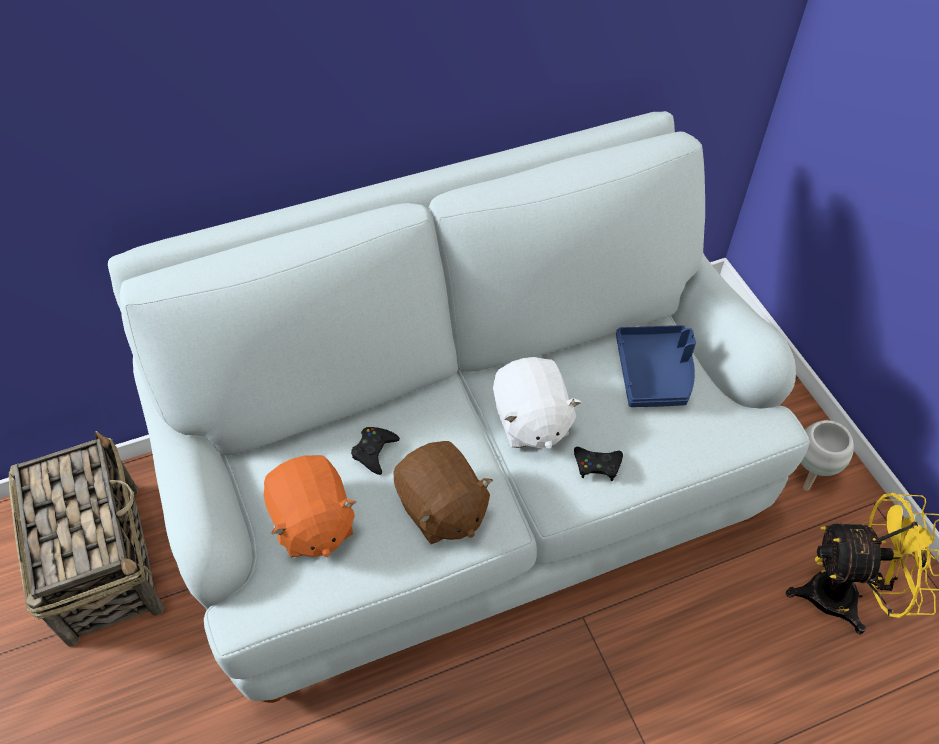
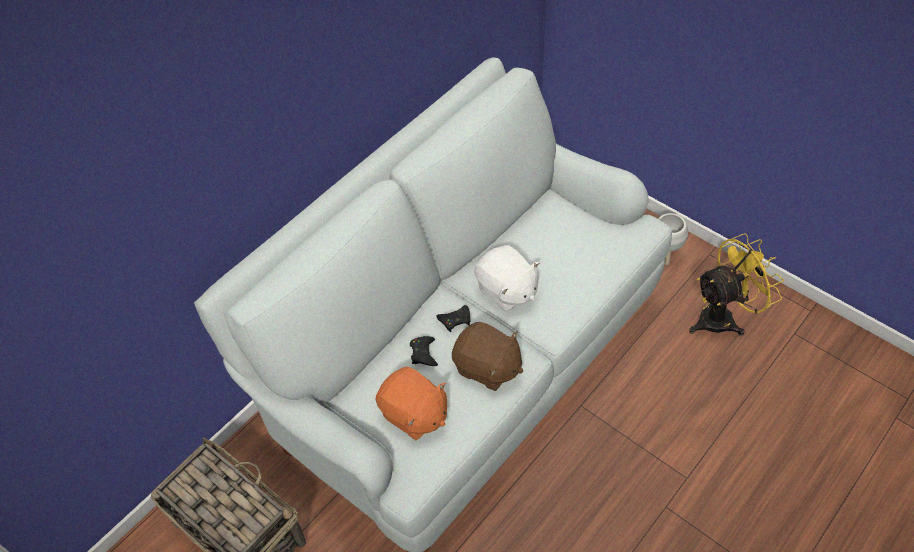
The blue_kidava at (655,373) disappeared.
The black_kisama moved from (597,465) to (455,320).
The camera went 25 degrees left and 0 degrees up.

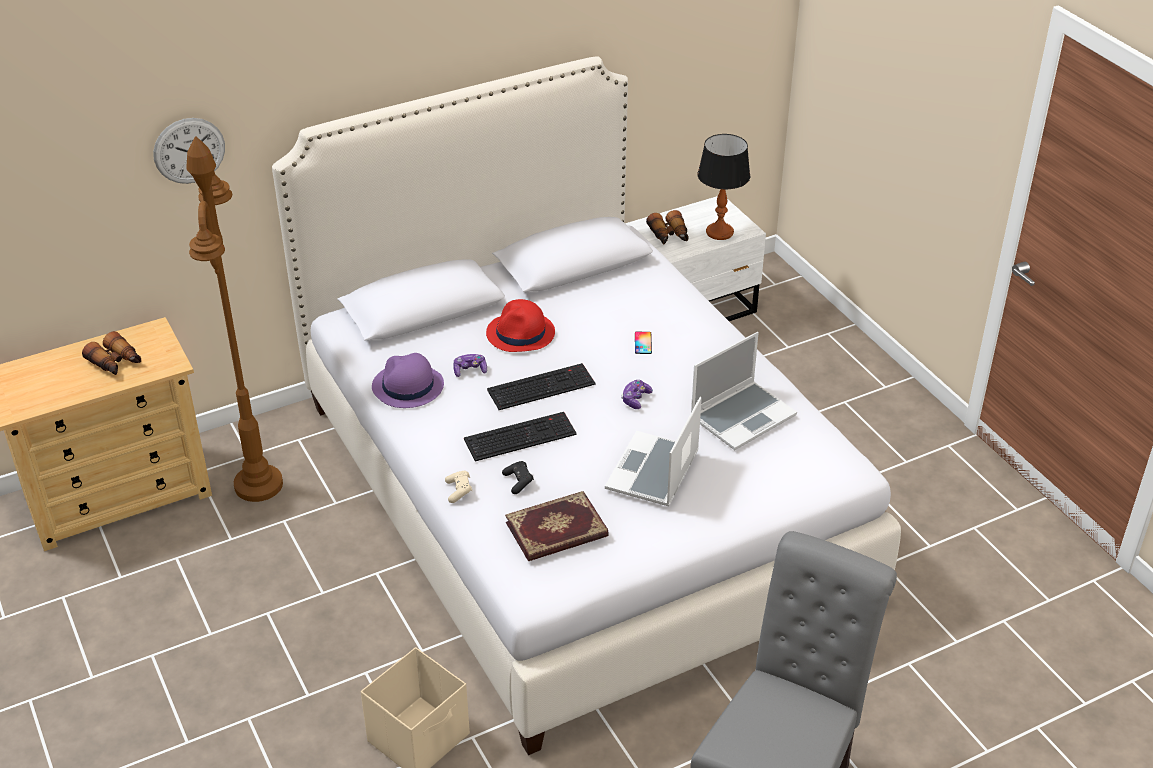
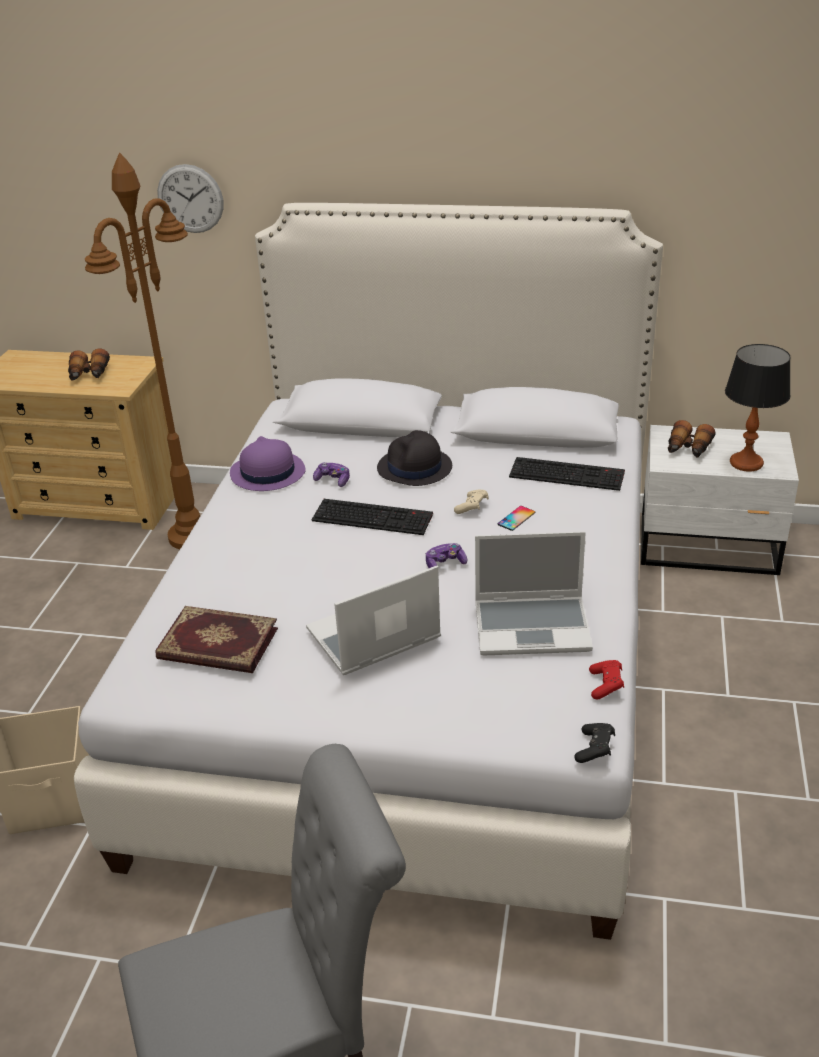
The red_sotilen at (521,334) became the black_sotilen at (414,468).
The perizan moved from (520,436) to (568,474).
The black_kisama moved from (518,482) to (595,749).
The beige_kisama moved from (459,491) to (472,508).
The red_kisama at (606,685) appeared.
The camera went 40 degrees right and 5 degrees down.

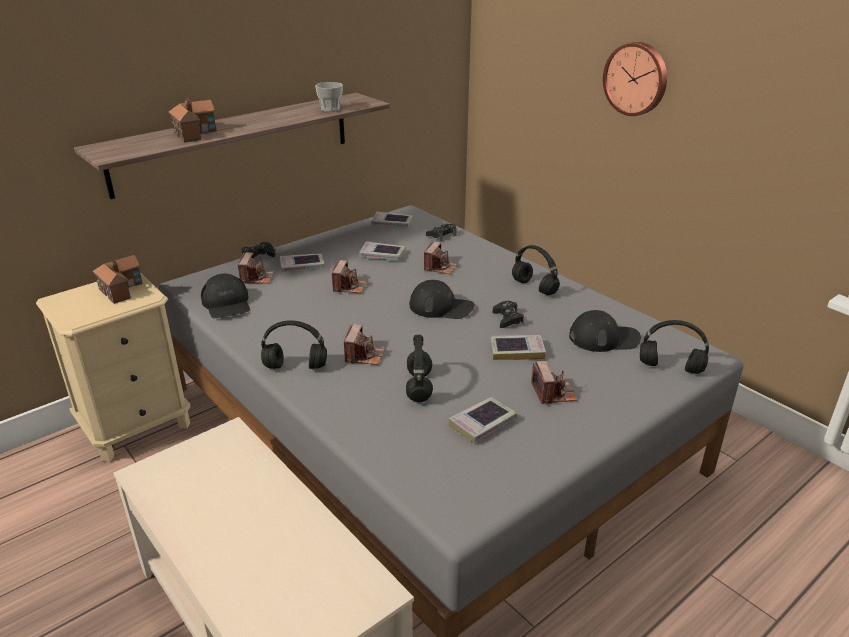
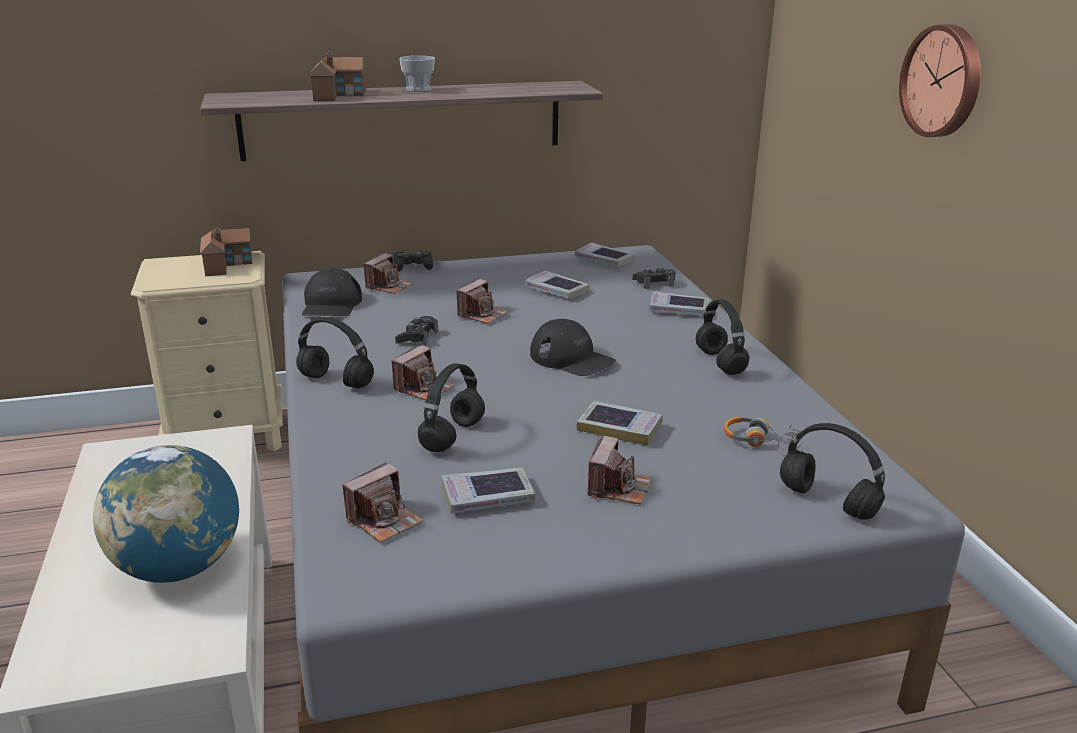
The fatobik moved from (330,109) to (418,90).
The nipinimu moved from (440,267) to (384,521).
The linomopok moved from (302,266) to (679,310).
The black_kisama moved from (507,319) to (417,337).
The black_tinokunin at (604,338) was replaced by the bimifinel at (761,442).
The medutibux at (179,567) appeared.
The camera went 25 degrees right and 5 degrees down.

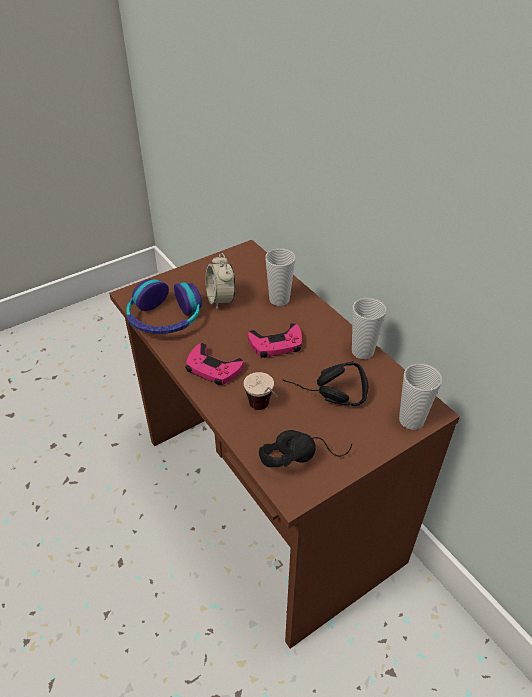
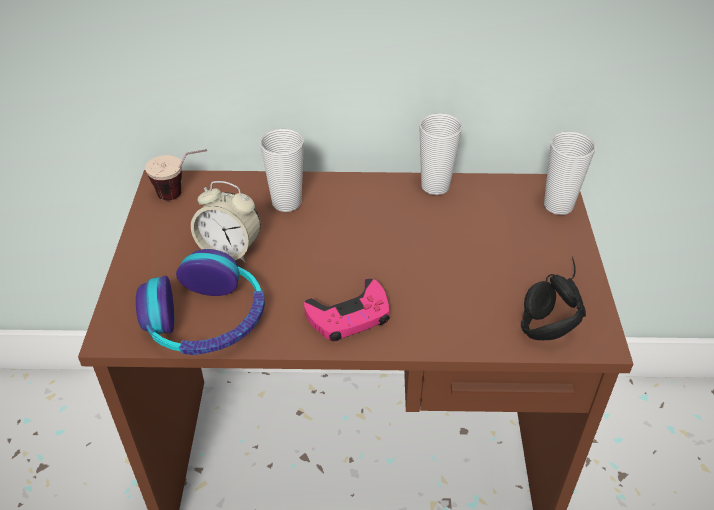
The pink_kisama at (276,344) disappeared.
The black_bimifinel at (325,397) disappeared.
The fatobik moved from (264,411) to (183,195).
The camera went 55 degrees left and 0 degrees up.

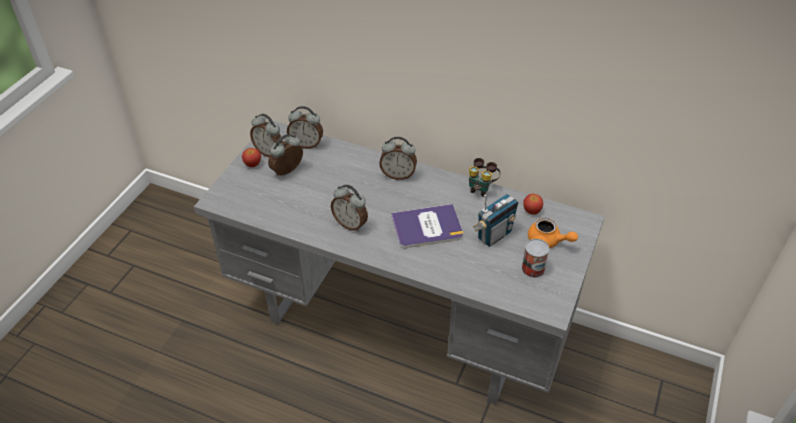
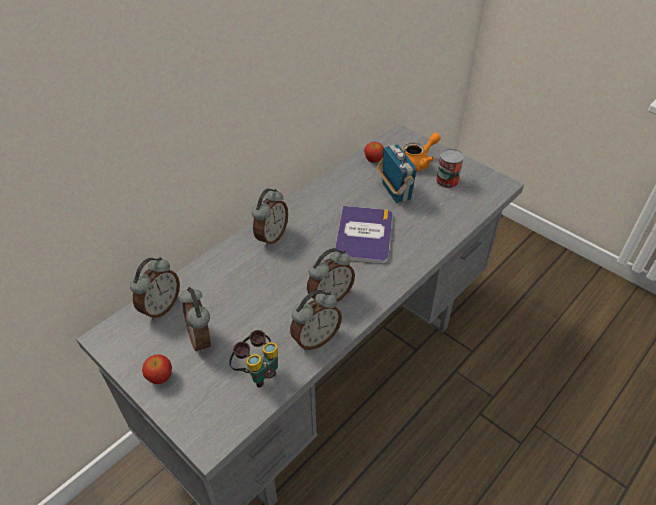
The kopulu moved from (269,152) to (315,339).
The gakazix moved from (481,188) to (257,371).
The camera went 70 degrees left and 0 degrees up.

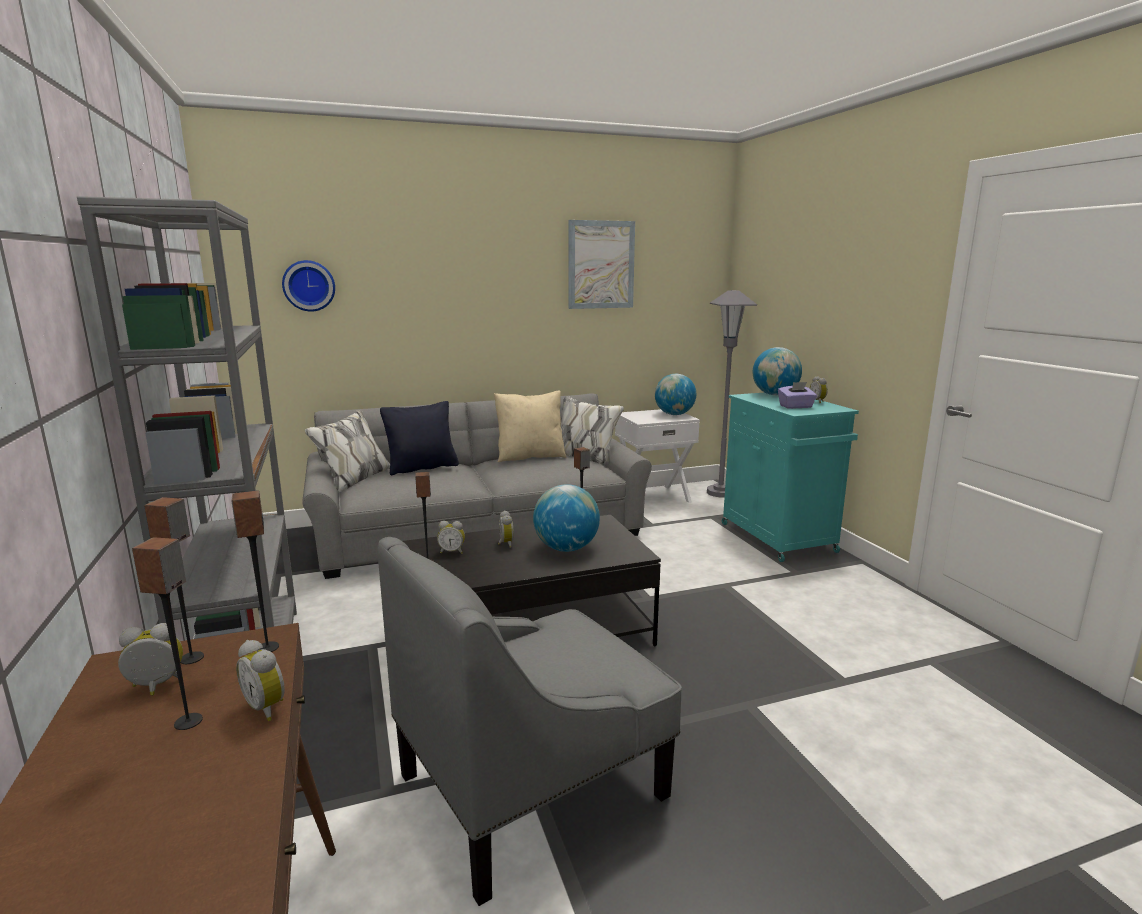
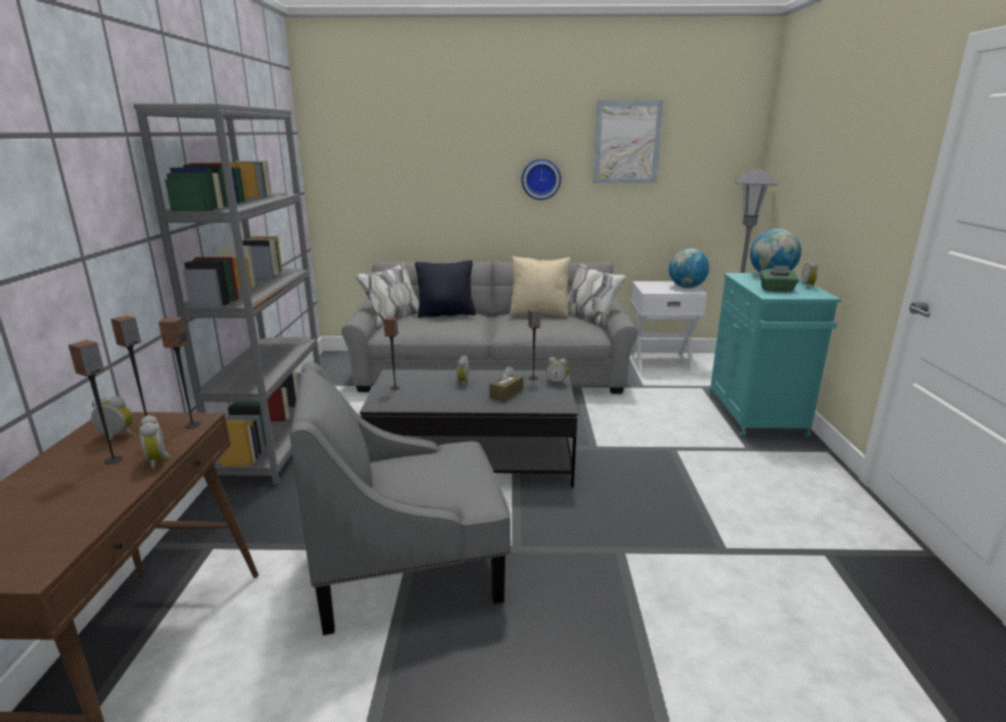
The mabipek moved from (309,286) to (541,179).
The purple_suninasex at (796,407) became the green_suninasex at (777,290).
The medutibux at (566,548) was replaced by the brown_suninasex at (506,393).
The kopulu moved from (452,551) to (557,382).
The camera went 20 degrees right and 5 degrees up.

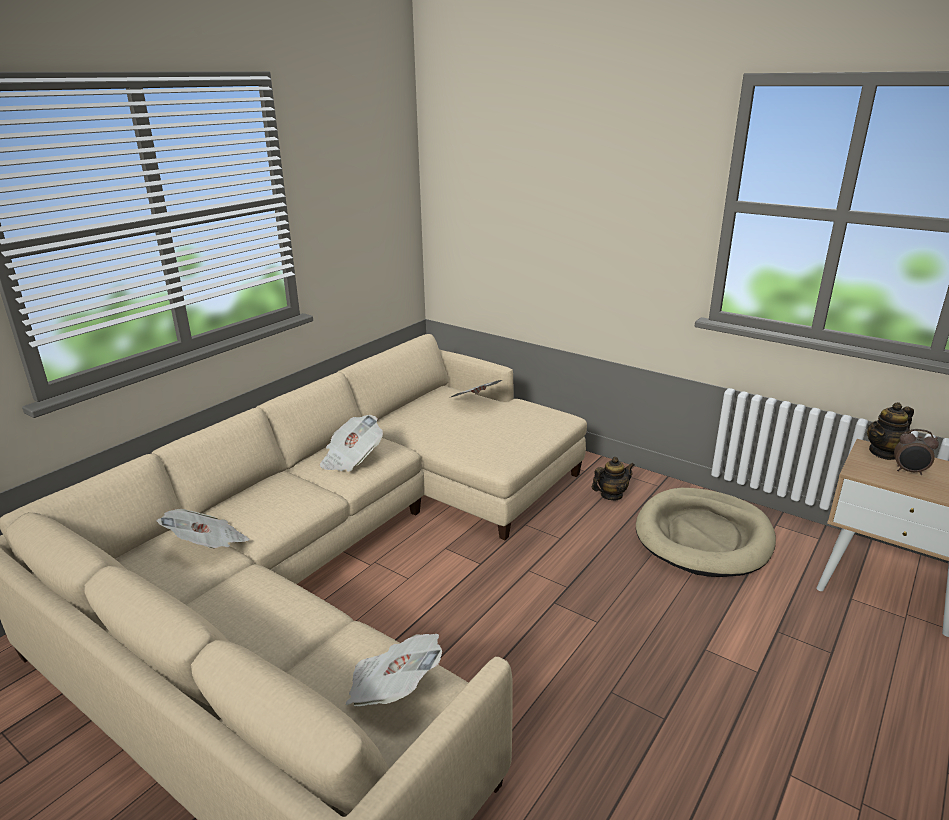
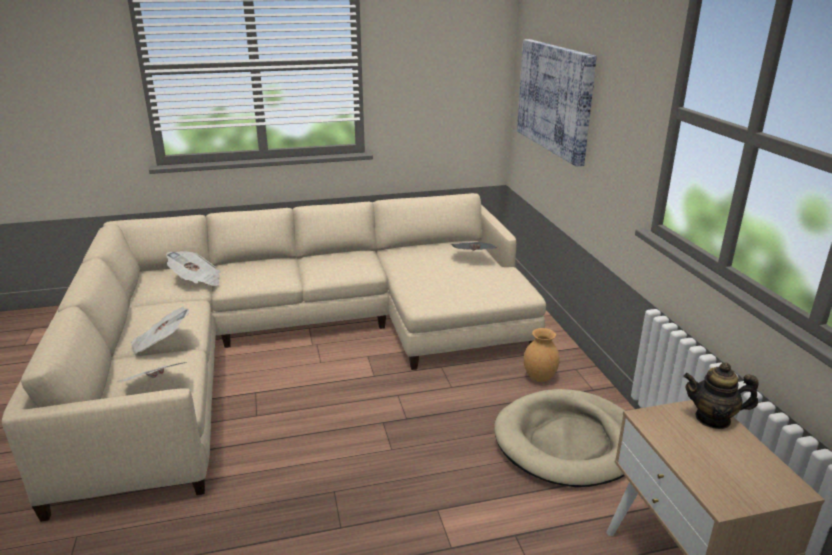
The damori moved from (351,459) to (161,344).
The kopulu at (909,471) disappeared.
The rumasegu at (611,495) was replaced by the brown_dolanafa at (539,378).
The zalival at (556,98) appeared.
The camera went 40 degrees right and 0 degrees up.

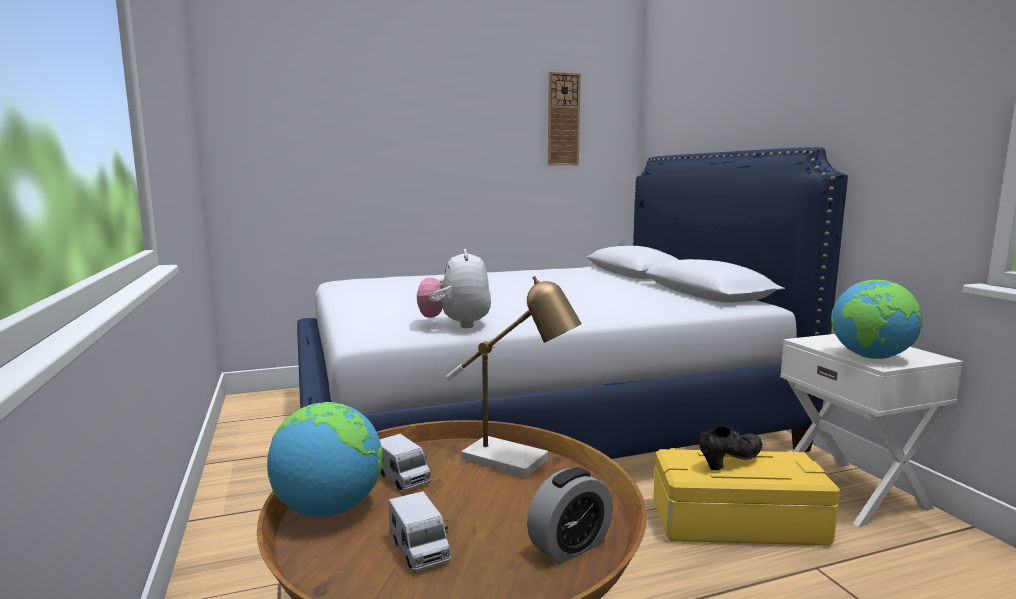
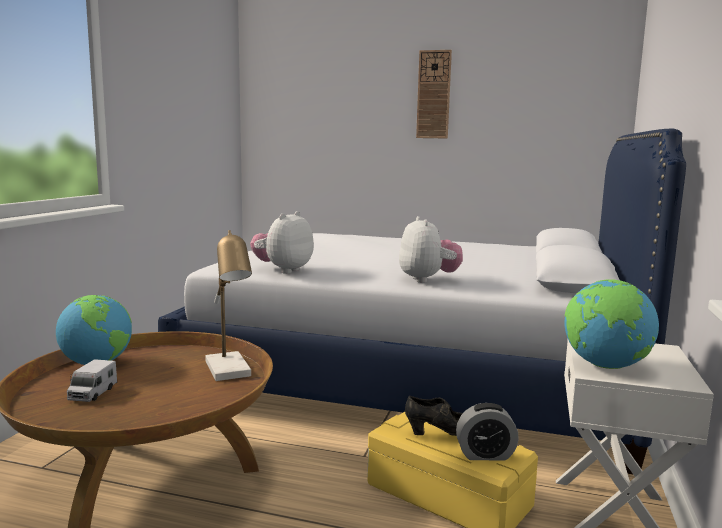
The mabipek moved from (563,119) to (433,94).
The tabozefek at (402,478) disappeared.
The kopulu moved from (570,546) to (485,455).
The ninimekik at (428,280) appeared.
The camera went 35 degrees right and 0 degrees up.

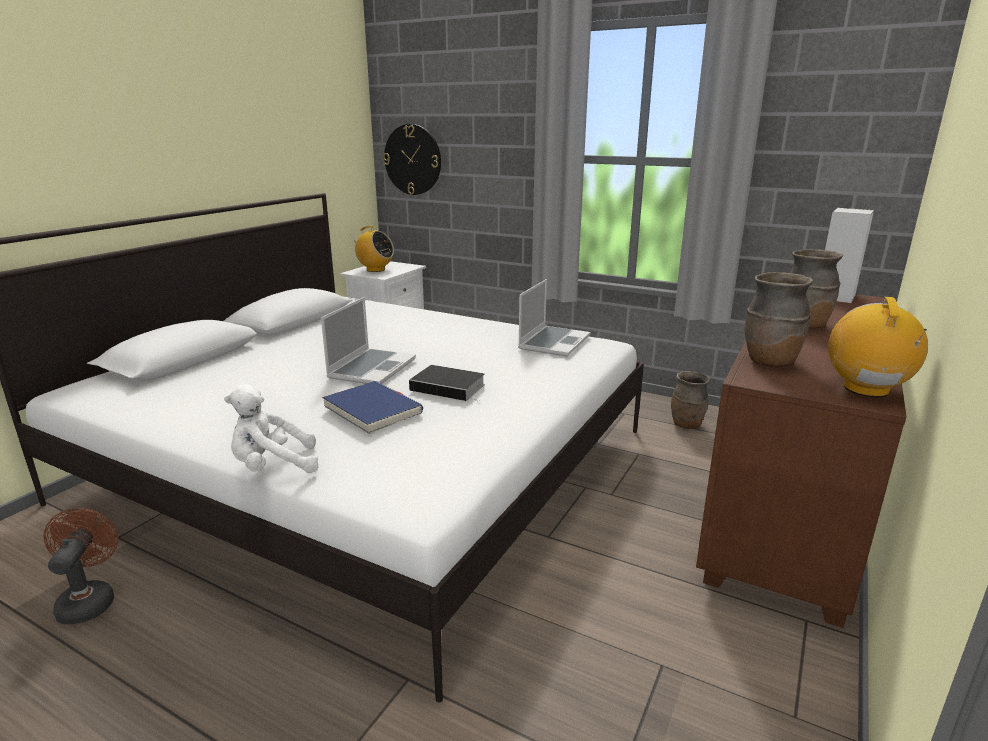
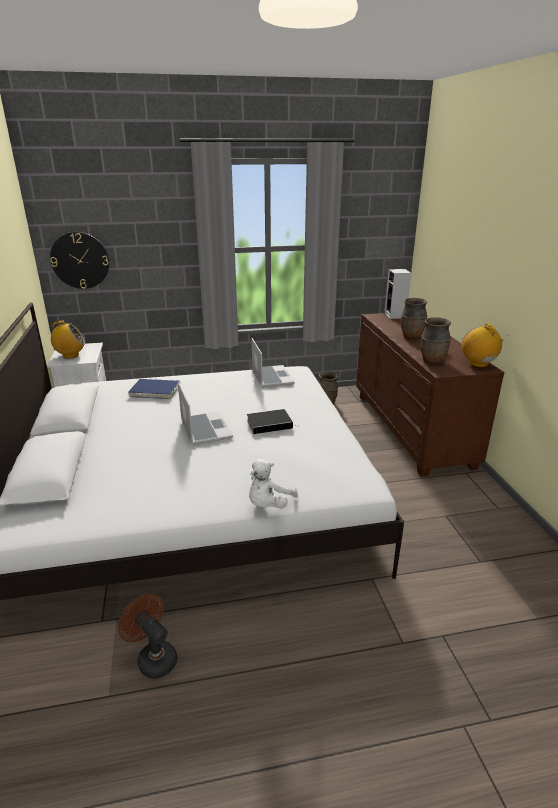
The blue_linomopok moved from (372,410) to (155,391).
The camera went 40 degrees left and 5 degrees up.

